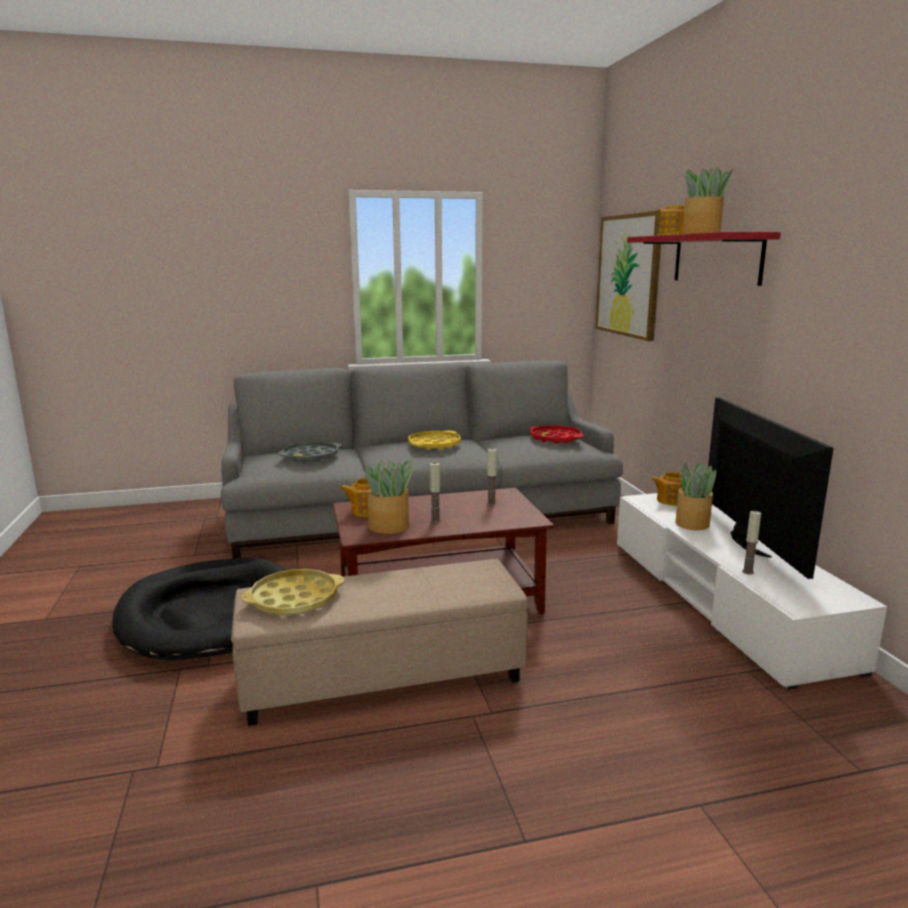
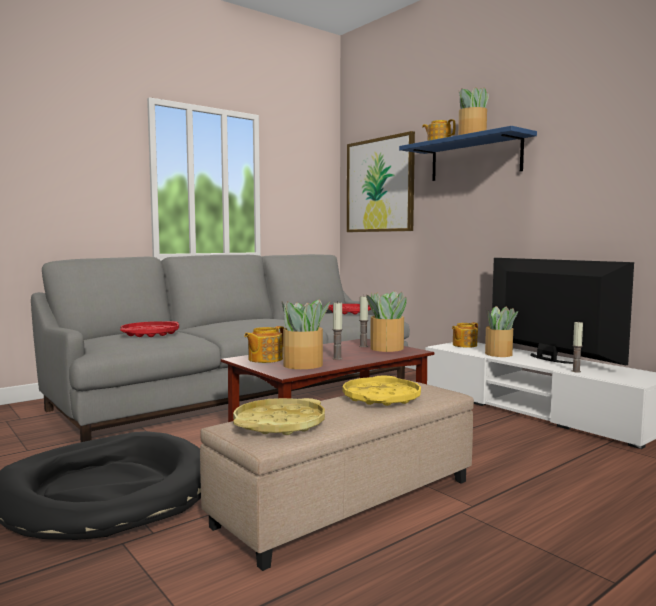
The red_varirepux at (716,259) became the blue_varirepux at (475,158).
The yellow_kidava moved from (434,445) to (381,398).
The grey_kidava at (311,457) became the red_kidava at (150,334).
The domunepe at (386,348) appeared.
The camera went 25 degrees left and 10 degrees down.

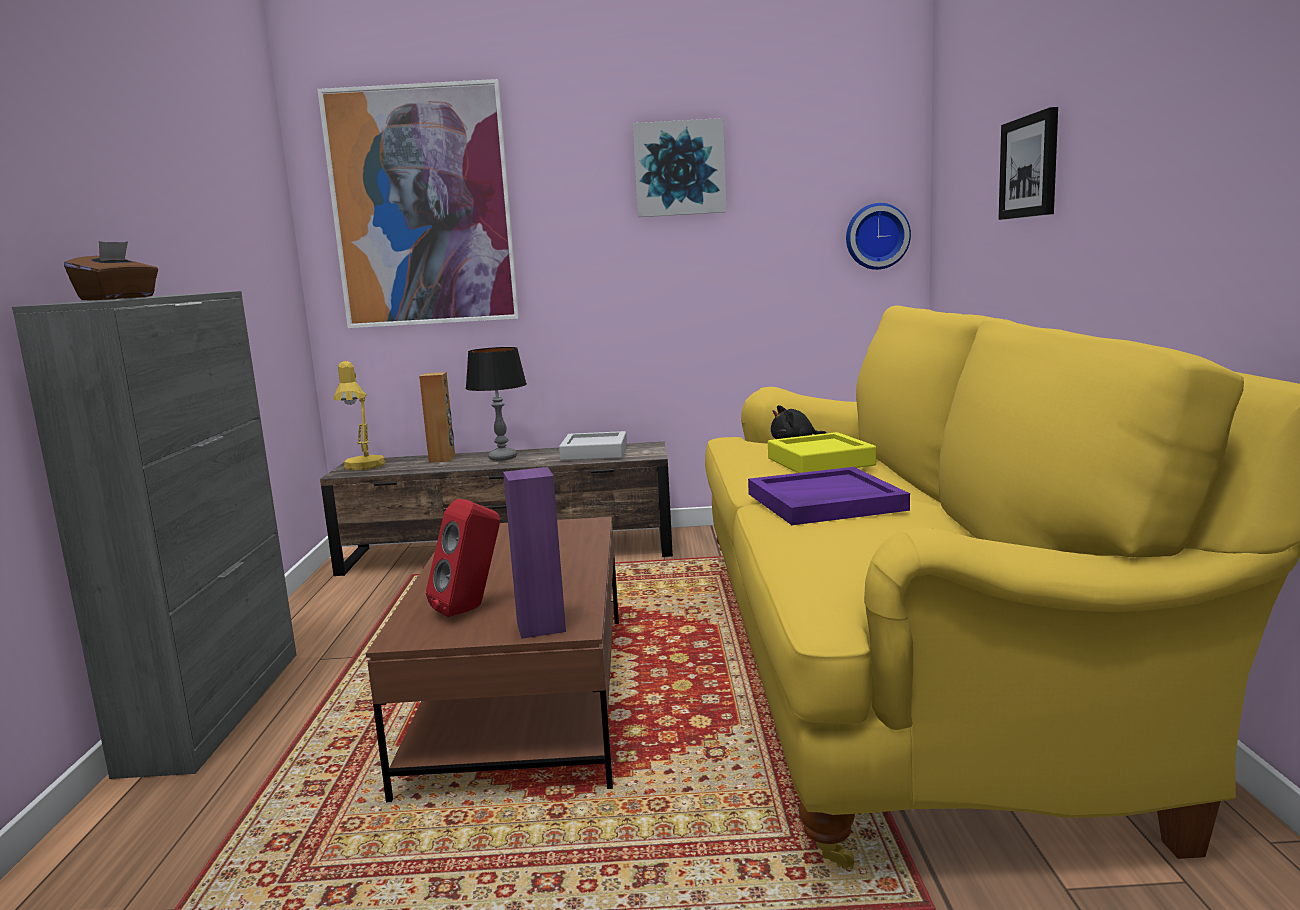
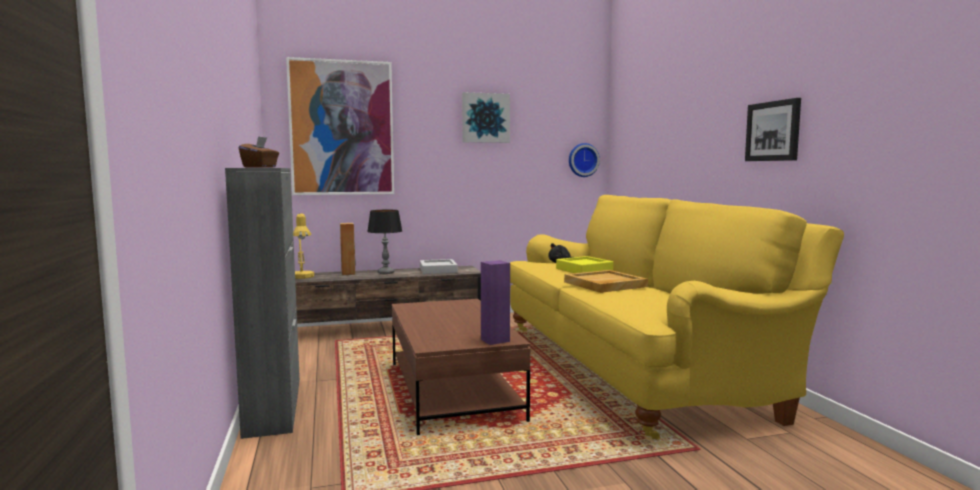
The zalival moved from (1030,167) to (773,131).
The purple_kidava at (824,502) became the beige_kidava at (605,284).
The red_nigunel at (471,609) disappeared.
The camera went 15 degrees left and 5 degrees down.

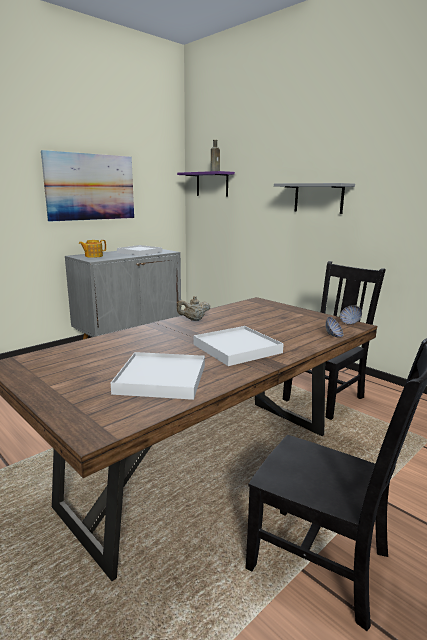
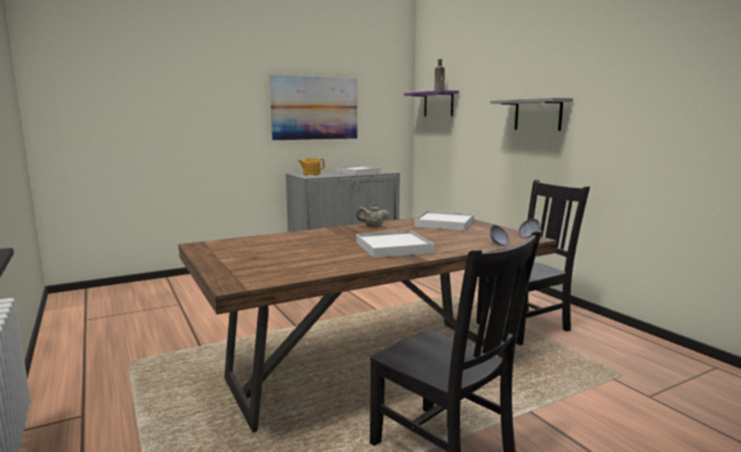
The white_kidava moved from (161,379) to (444,223).
The camera went 15 degrees right and 5 degrees down.

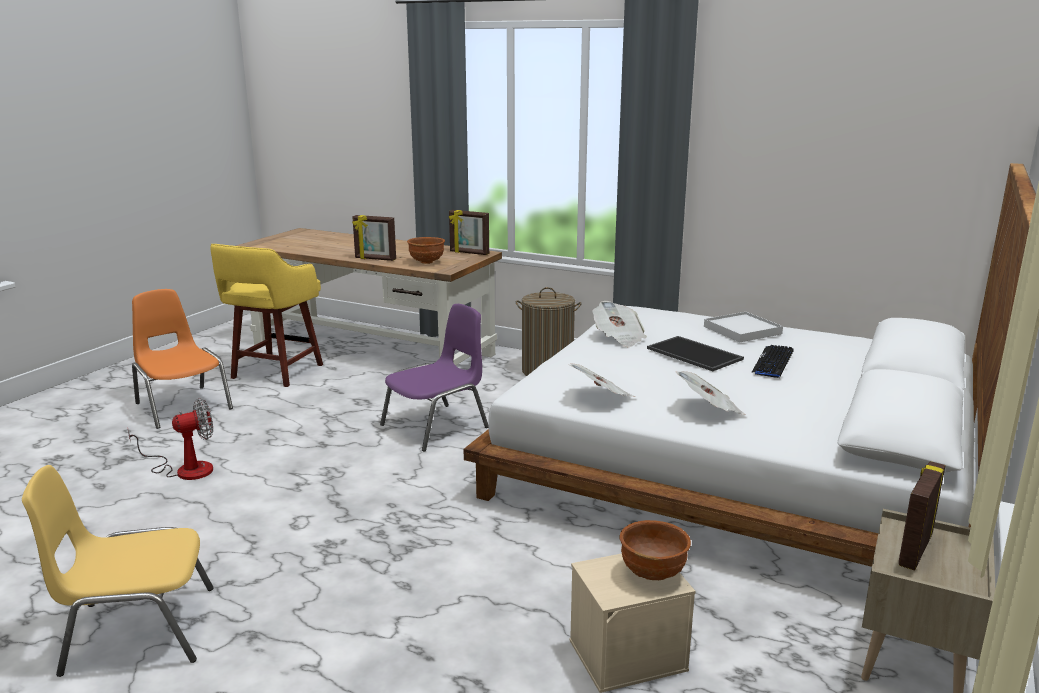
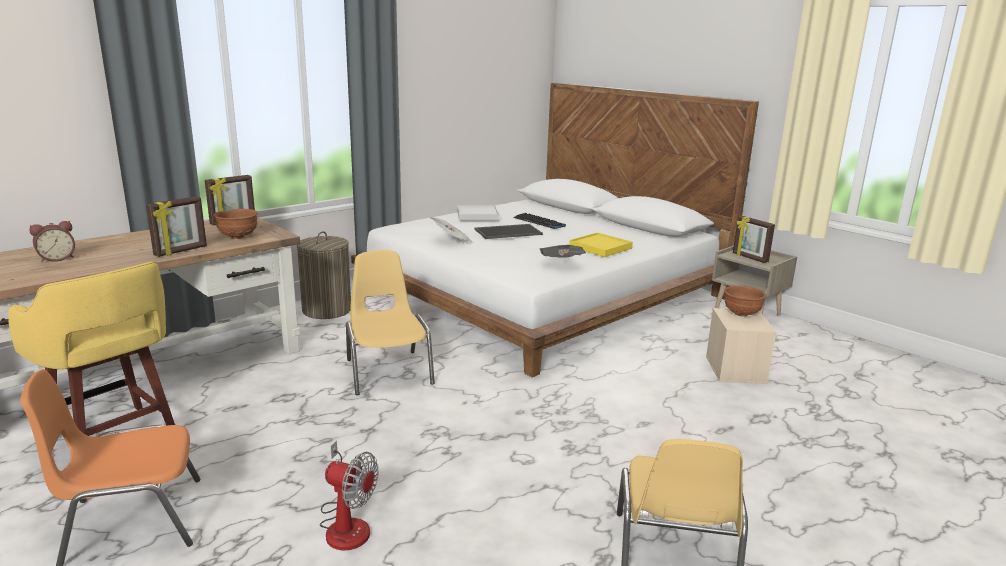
The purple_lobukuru at (437,426) became the yellow_lobukuru at (388,371).
The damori at (709,410) was replaced by the yellow_kidava at (600,247).
The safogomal at (185,469) turned 120 degrees clockwise.
The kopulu at (57,258) appeared.
The camera went 70 degrees left and 0 degrees up.

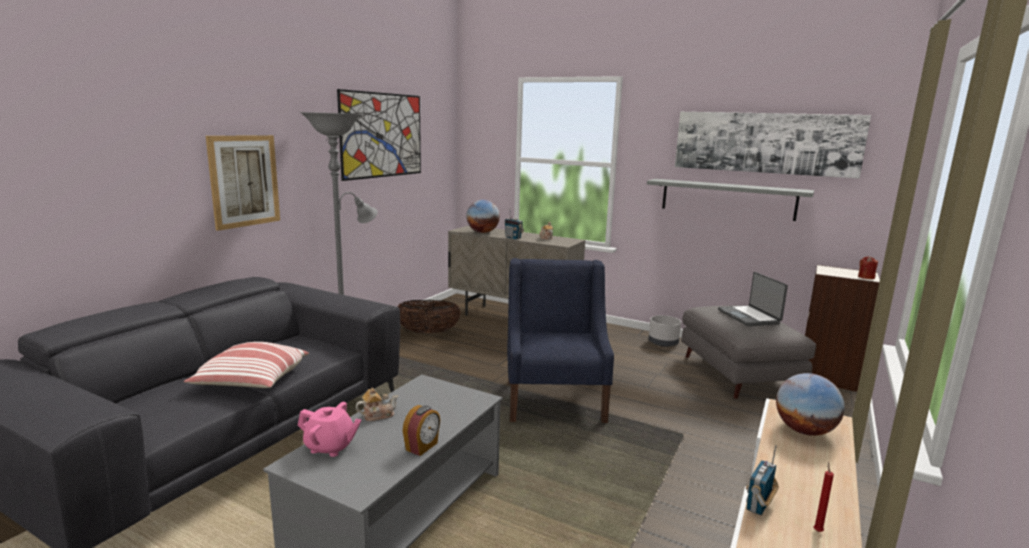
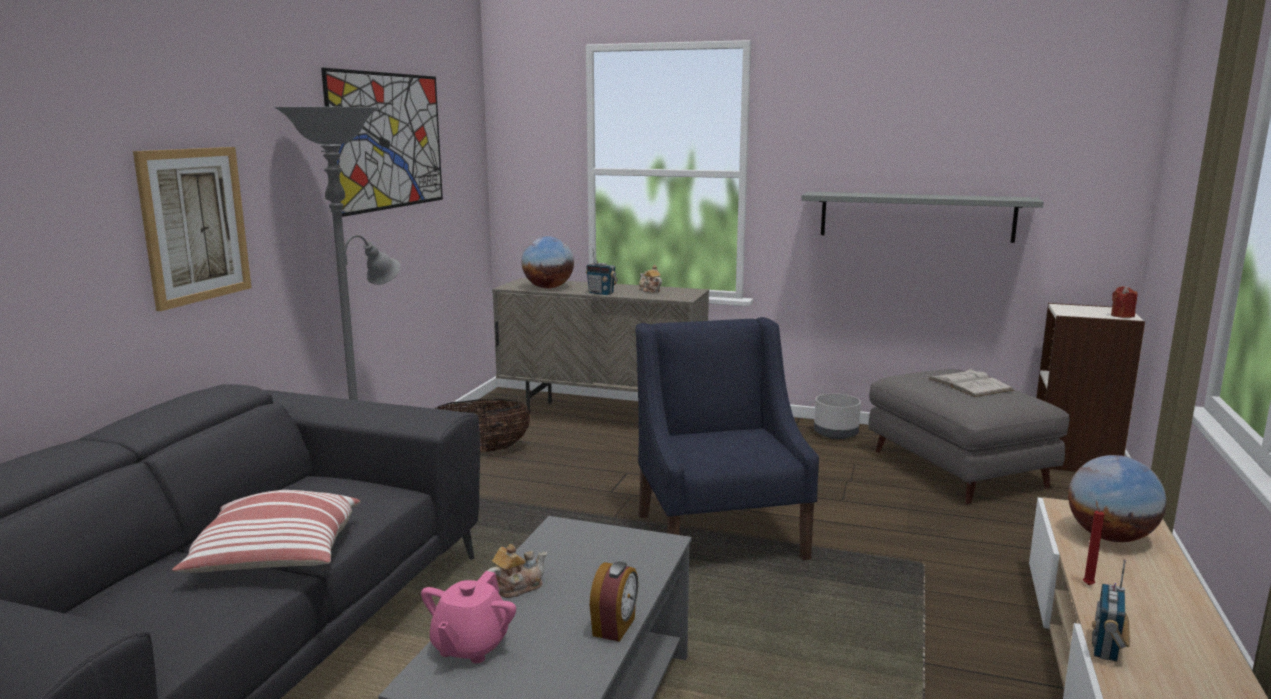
The zalival at (765,143) disappeared.
The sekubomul at (749,317) was replaced by the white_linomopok at (970,384).
The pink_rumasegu at (330,447) turned 105 degrees clockwise.
The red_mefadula moved from (817,530) to (1087,584).
The camera went 10 degrees left and 0 degrees up.

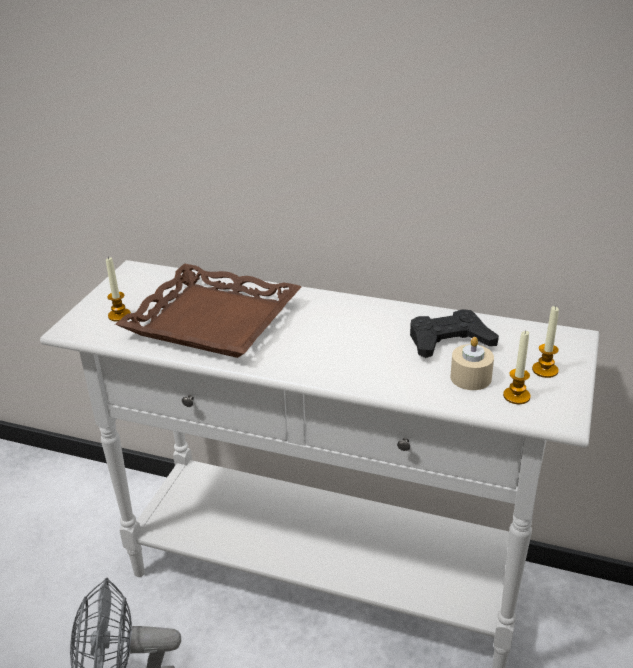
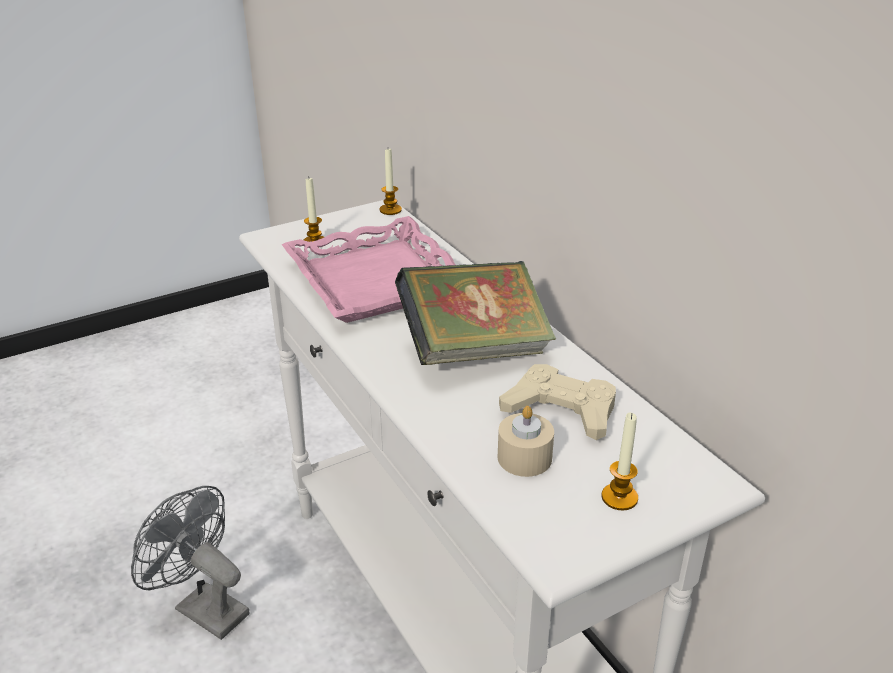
The brown_kidava at (214,320) became the pink_kidava at (378,280).
The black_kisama at (449,341) became the beige_kisama at (561,410).
The mefadula moved from (516,396) to (390,210).
The linomopok at (474,350) appeared.
The camera went 40 degrees right and 0 degrees up.

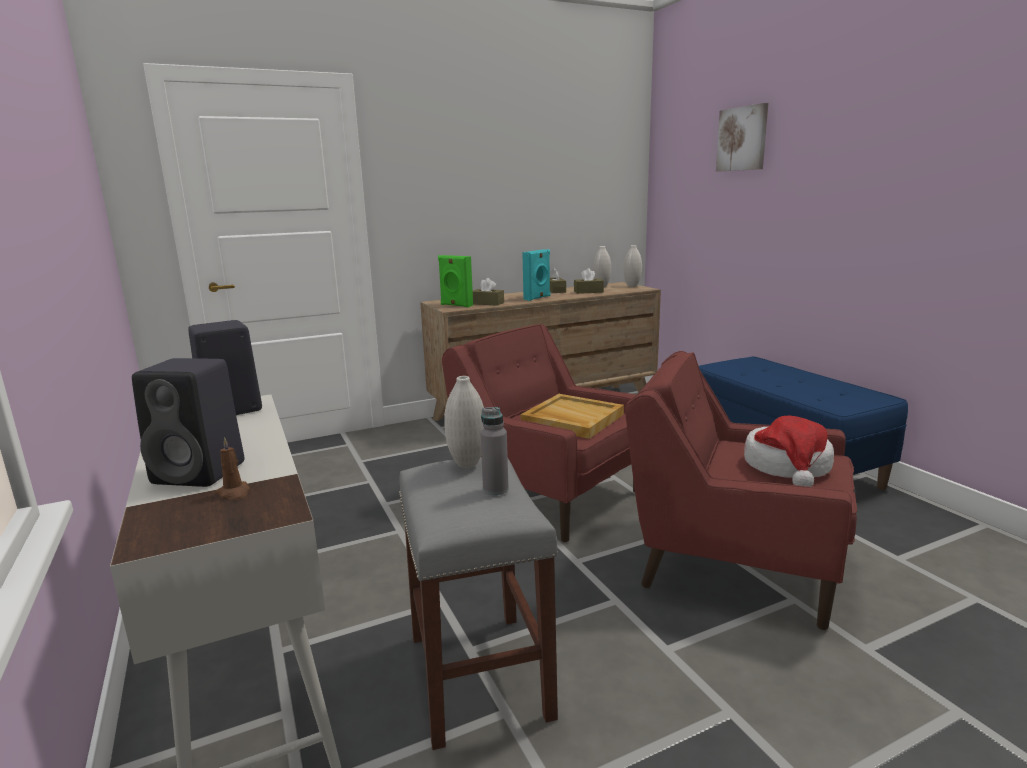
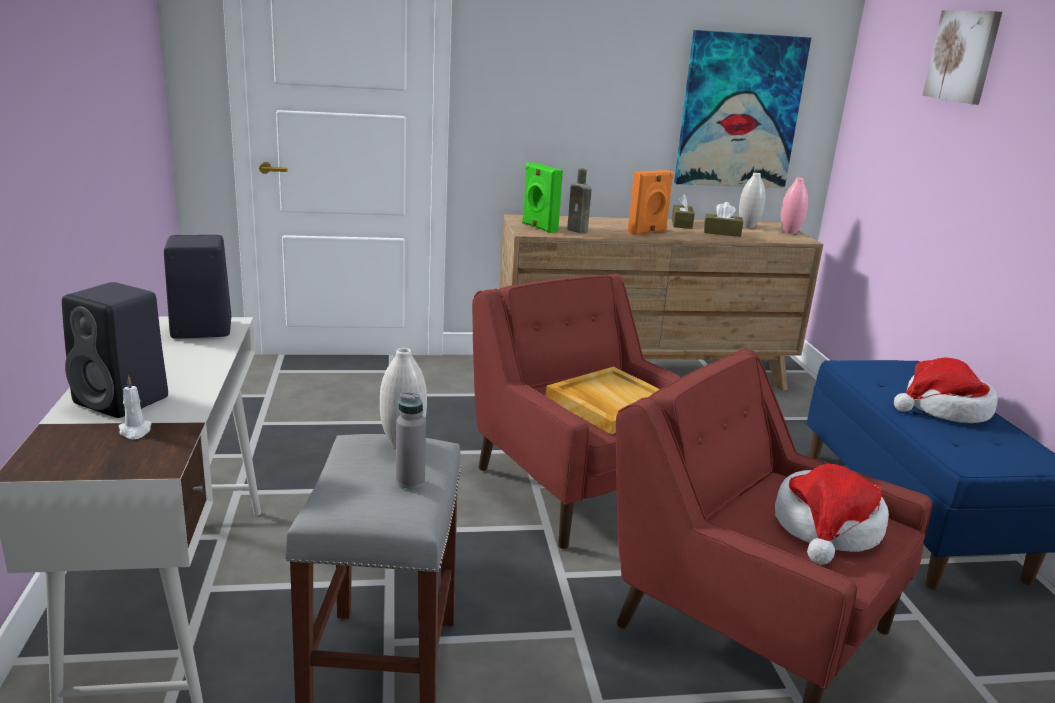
The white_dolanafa at (632,286) became the pink_dolanafa at (789,232).
The turquoise_nigunel at (538,298) became the orange_nigunel at (648,232).
The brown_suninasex at (487,303) was replaced by the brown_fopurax at (578,231).
The brown_mefadula at (234,493) became the white_mefadula at (135,431).
The zalival at (739,111) appeared.
The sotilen at (944,409) appeared.
The camera went 15 degrees right and 5 degrees up.

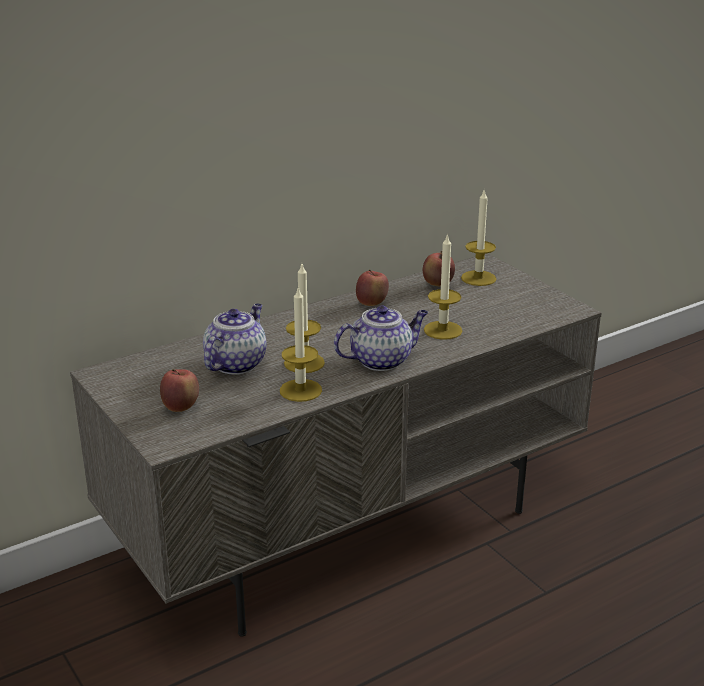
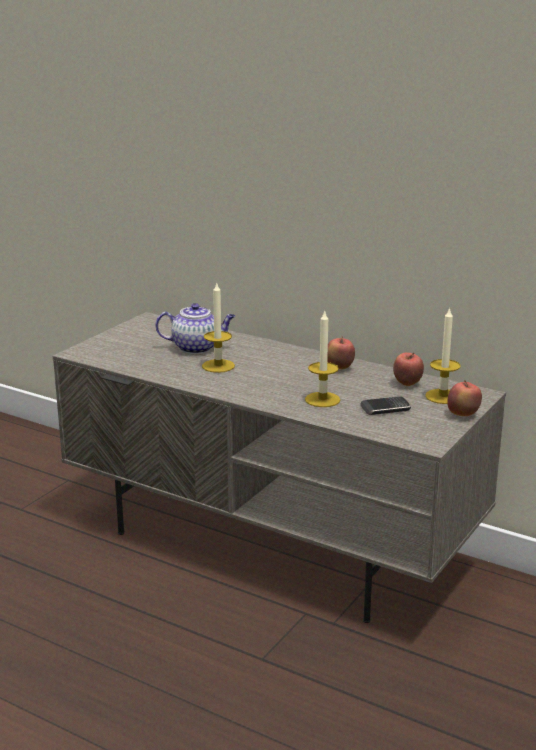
The mefadula at (300,390) disappeared.
The rumasegu at (382,360) disappeared.
The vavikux moved from (181,408) to (463,415).
The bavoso at (385,408) appeared.
The camera went 65 degrees right and 5 degrees down.

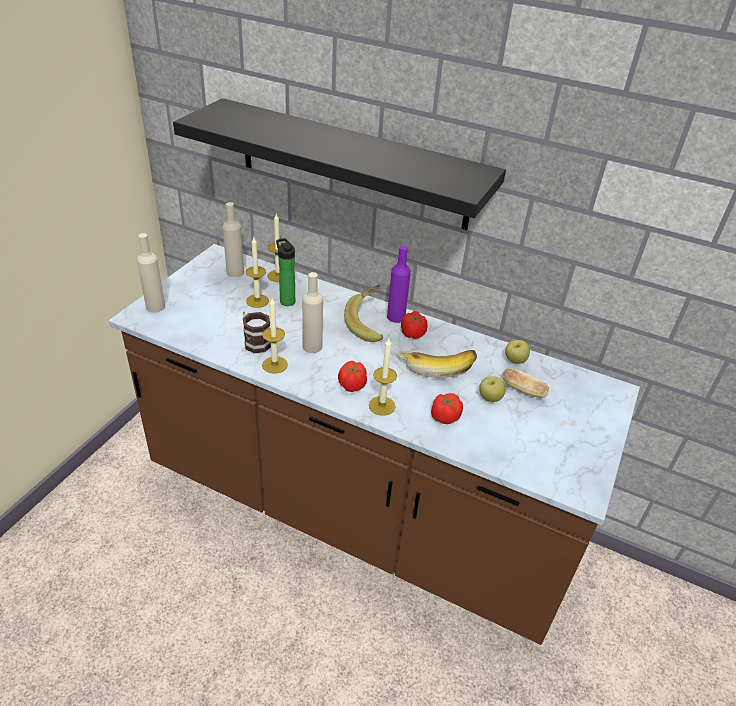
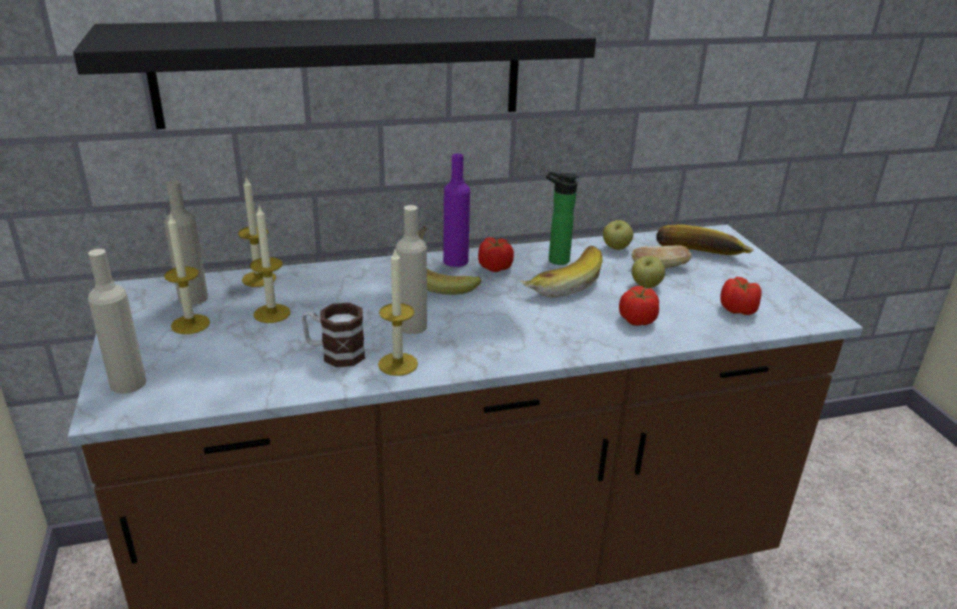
The fopurax moved from (286,300) to (555,260).
The mefadula moved from (382,405) to (190,324).
The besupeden moved from (352,385) to (738,310).
The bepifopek at (699,257) appeared.
The camera went 40 degrees left and 10 degrees down.

